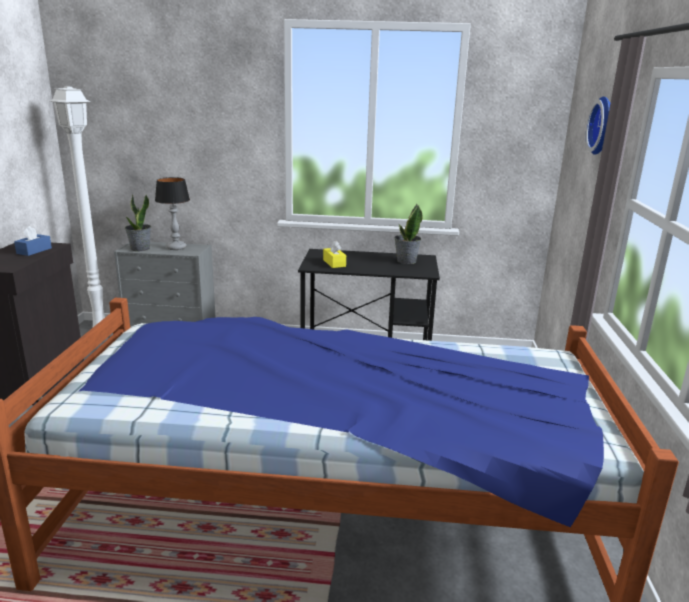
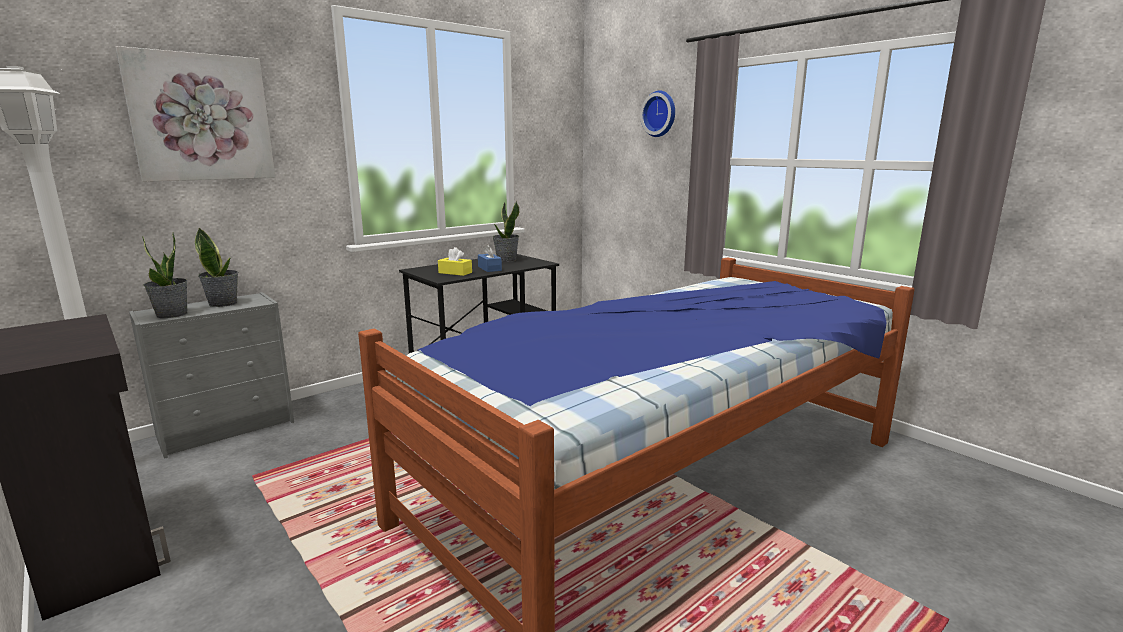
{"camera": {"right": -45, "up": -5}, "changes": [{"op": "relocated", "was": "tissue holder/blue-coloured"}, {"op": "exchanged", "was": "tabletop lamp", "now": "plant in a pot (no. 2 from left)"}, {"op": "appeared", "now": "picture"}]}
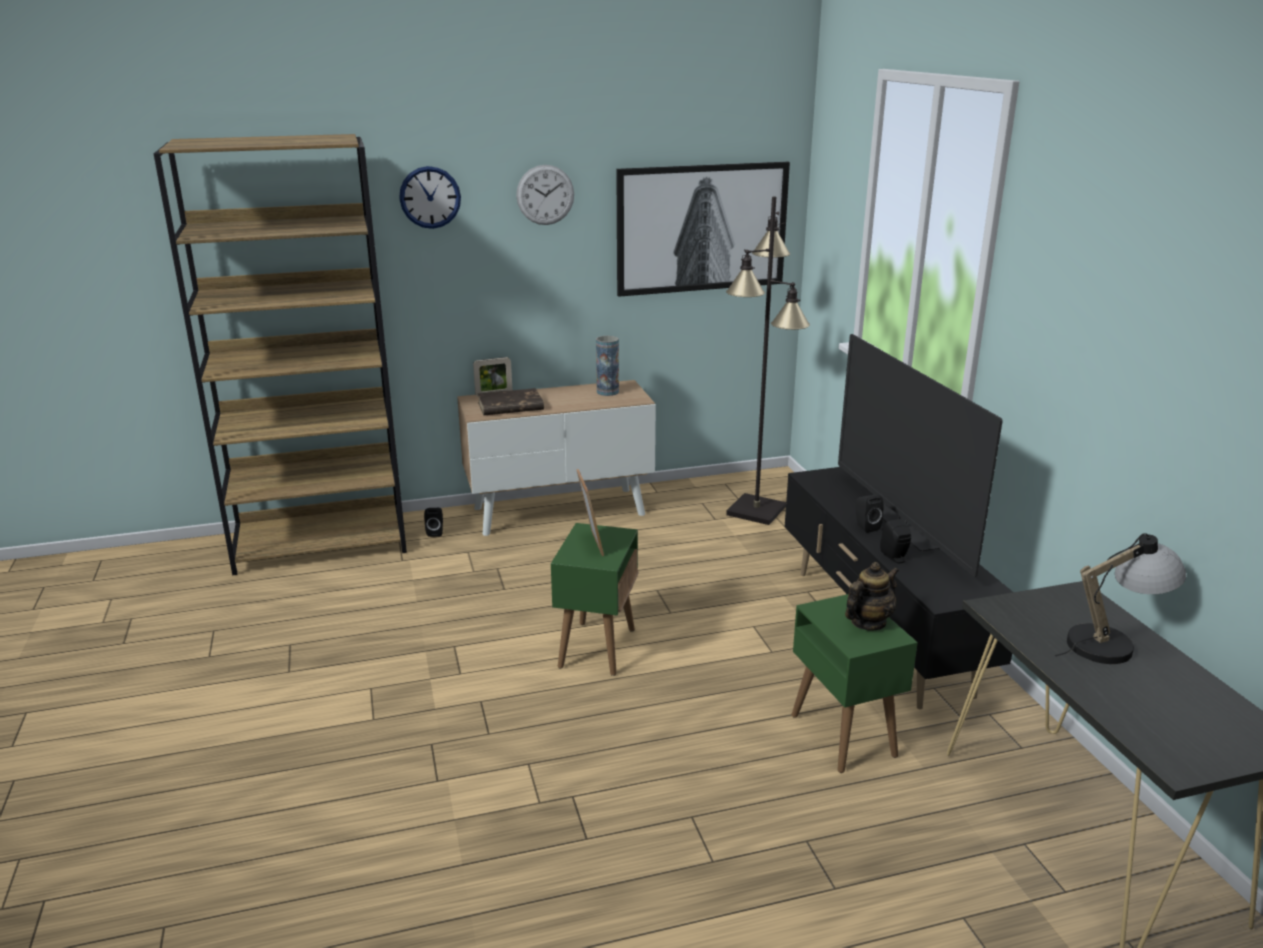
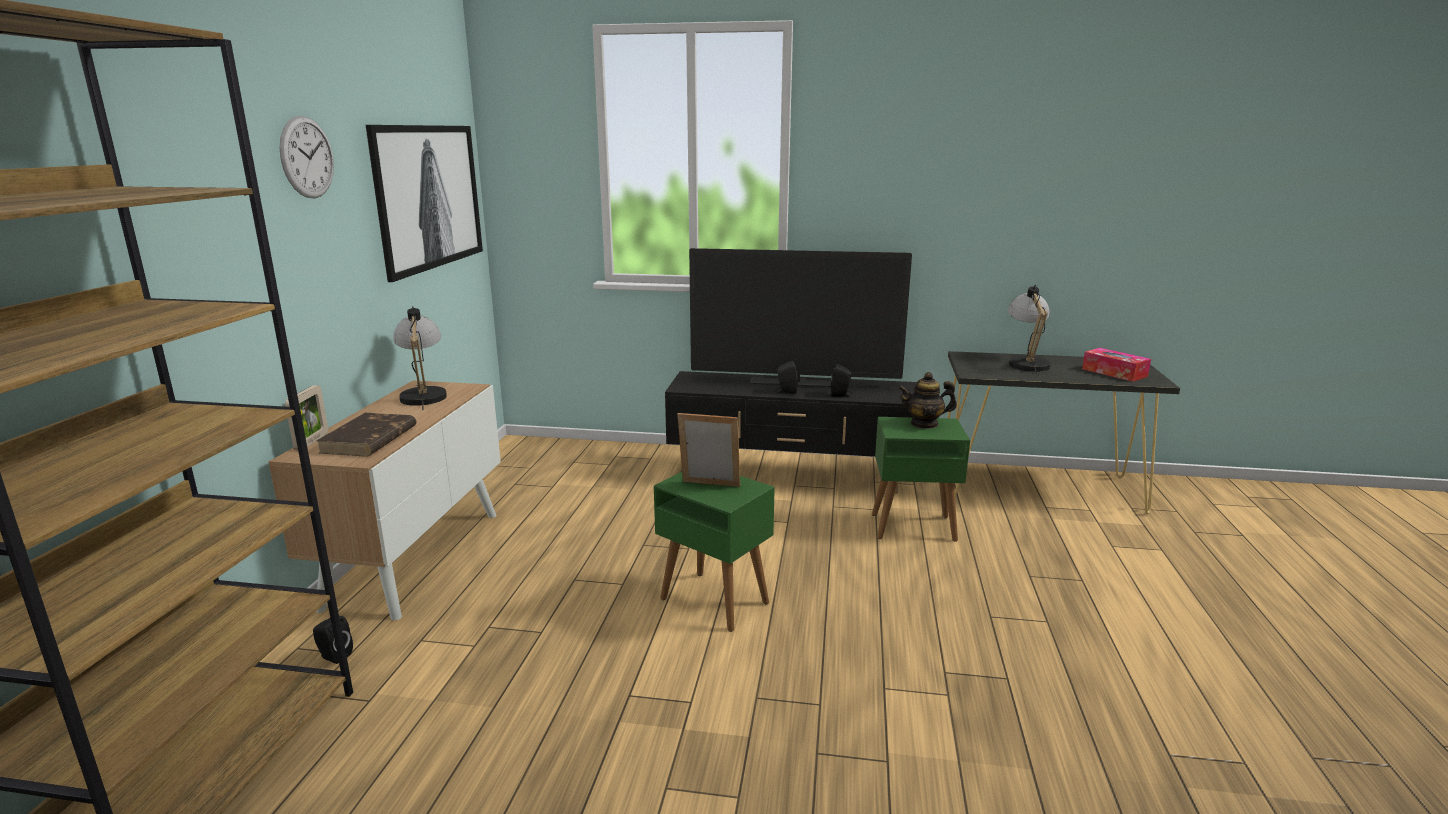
{"camera": {"right": -65, "up": -5}, "changes": [{"op": "missing", "was": "clock on the wall (no. 1 from left)"}, {"op": "exchanged", "was": "flower vase", "now": "tabletop lamp (no. 1 from left)"}, {"op": "missing", "was": "standing lamp/blackish"}, {"op": "spun", "was": "pot for tea", "clockwise": -75}, {"op": "appeared", "now": "tissue holder"}]}
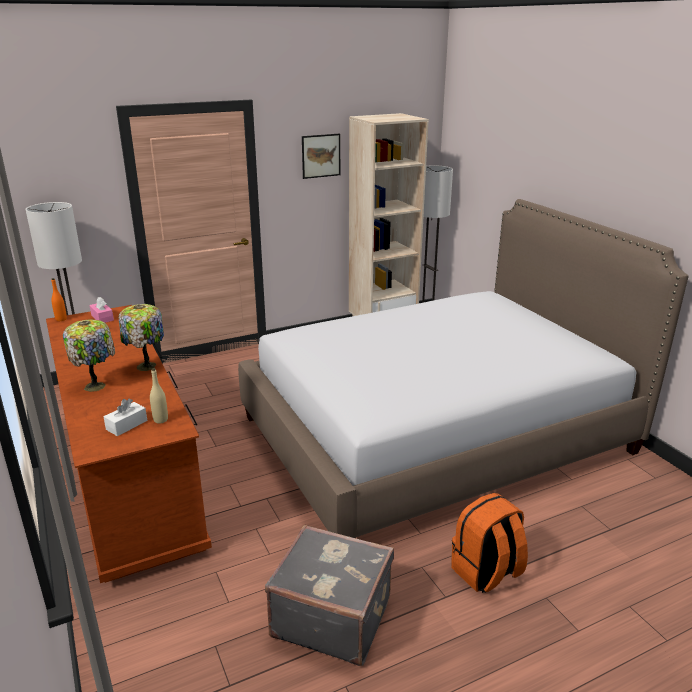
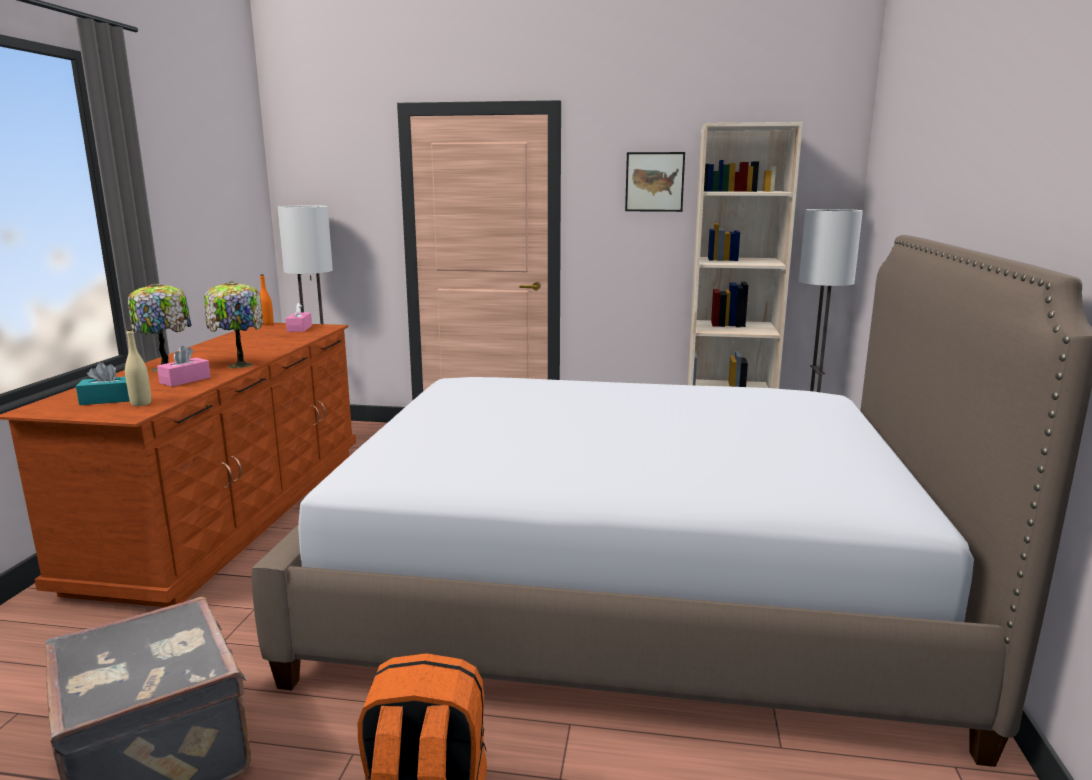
{"camera": {"right": 35, "up": -10}, "changes": [{"op": "colour", "was": "tissue holder/white", "now": "tissue holder/turquoise"}, {"op": "appeared", "now": "tissue holder/pink (no. 1 from left)"}]}
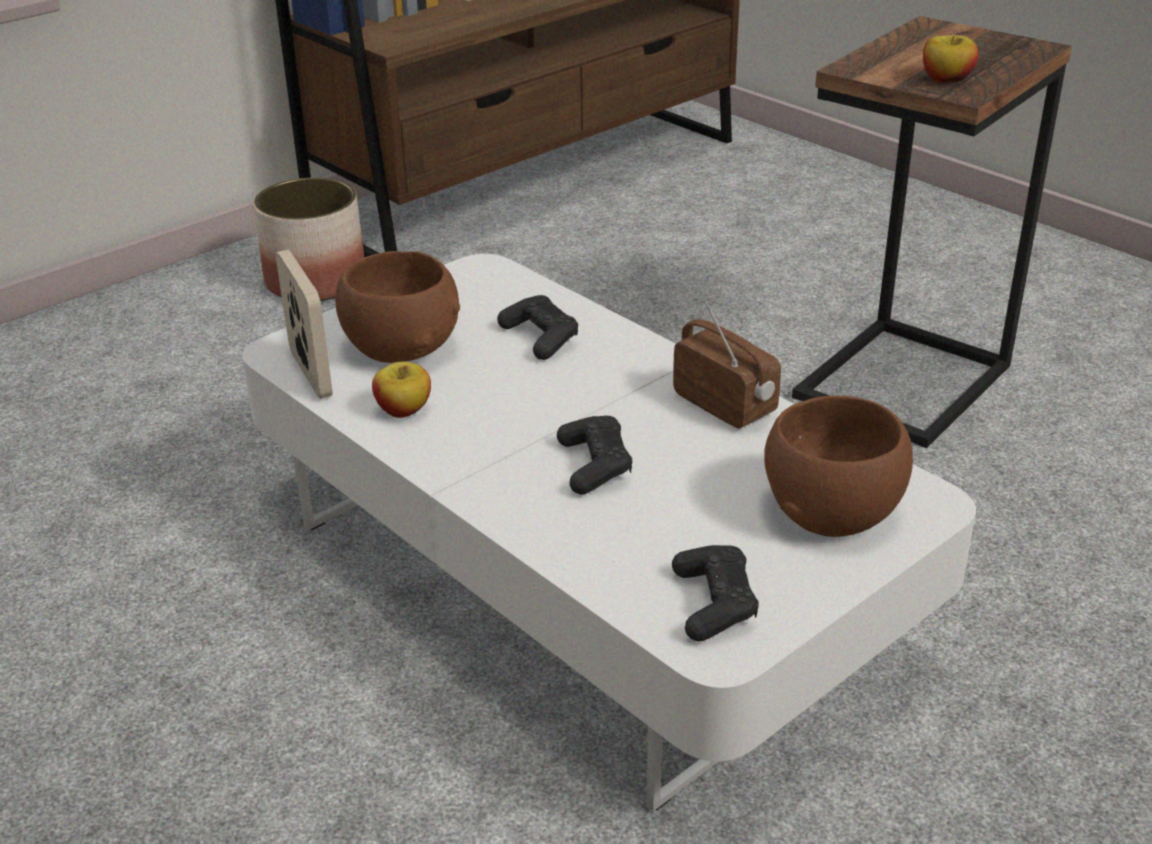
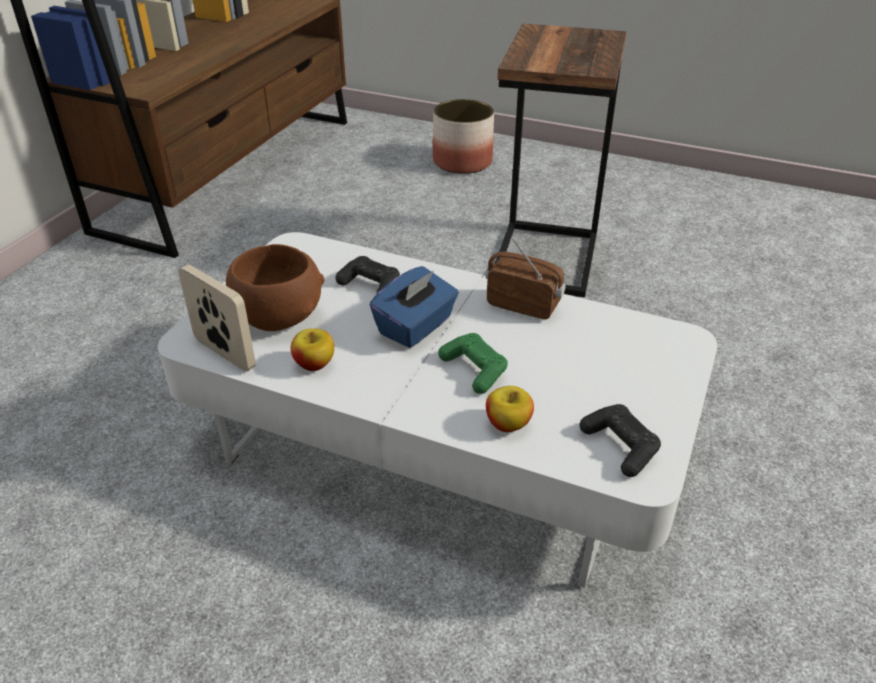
{"camera": {"right": -25, "up": 5}, "changes": [{"op": "relocated", "was": "planter"}, {"op": "colour", "was": "game controller/blackish (no. 2 from left)", "now": "game controller/green"}, {"op": "missing", "was": "bowl/brown-coloured (no. 2 from left)"}, {"op": "relocated", "was": "whole apple (no. 2 from left)"}, {"op": "appeared", "now": "tissue holder/blue-coloured"}]}
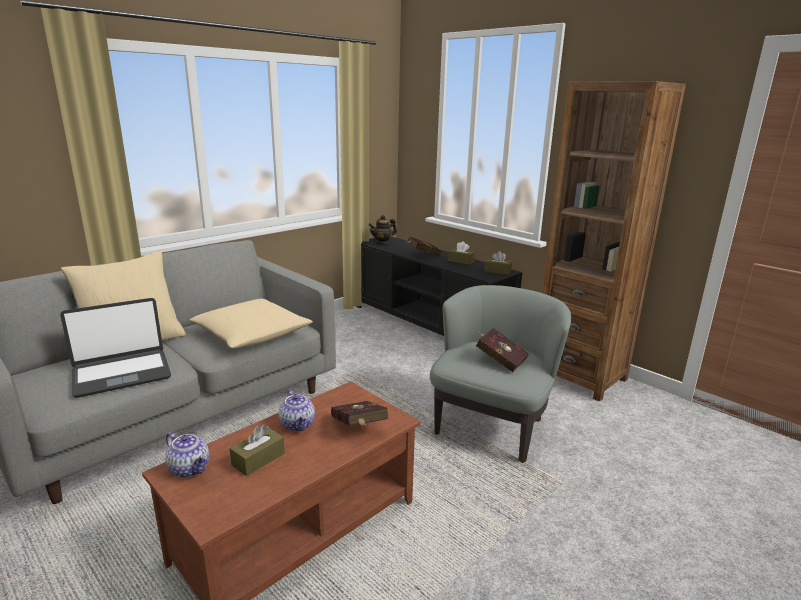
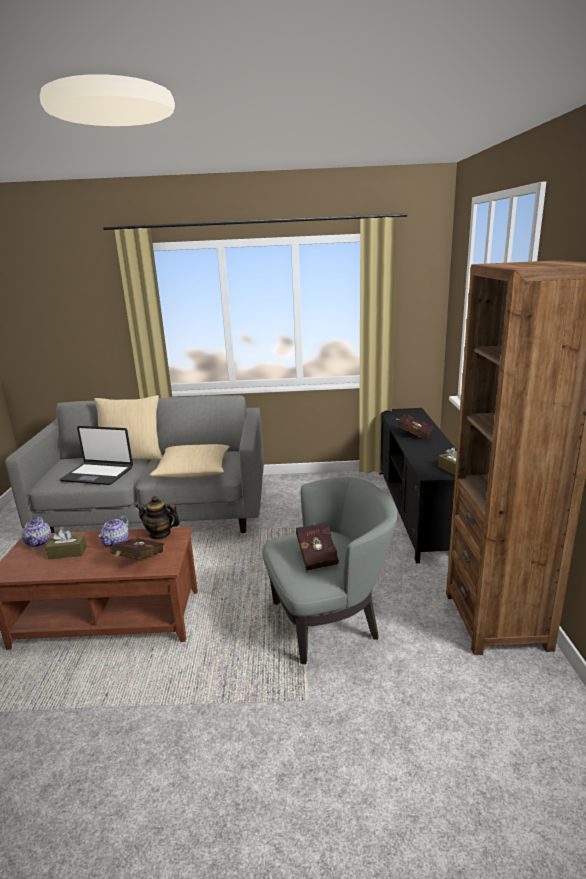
{"camera": {"right": 45, "up": 0}, "changes": [{"op": "relocated", "was": "pot for tea (no. 3 from left)"}, {"op": "missing", "was": "tissue holder/brown-coloured (no. 2 from left)"}]}
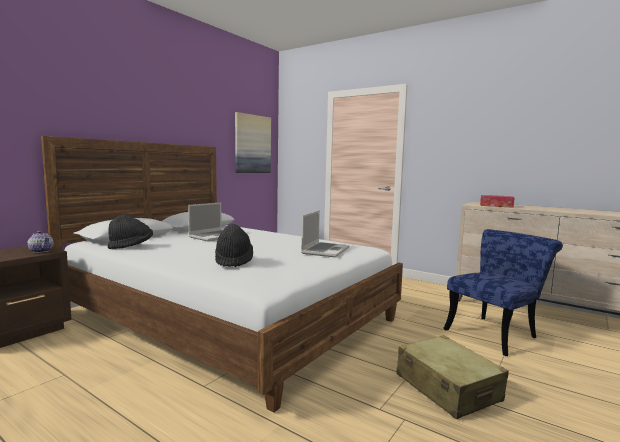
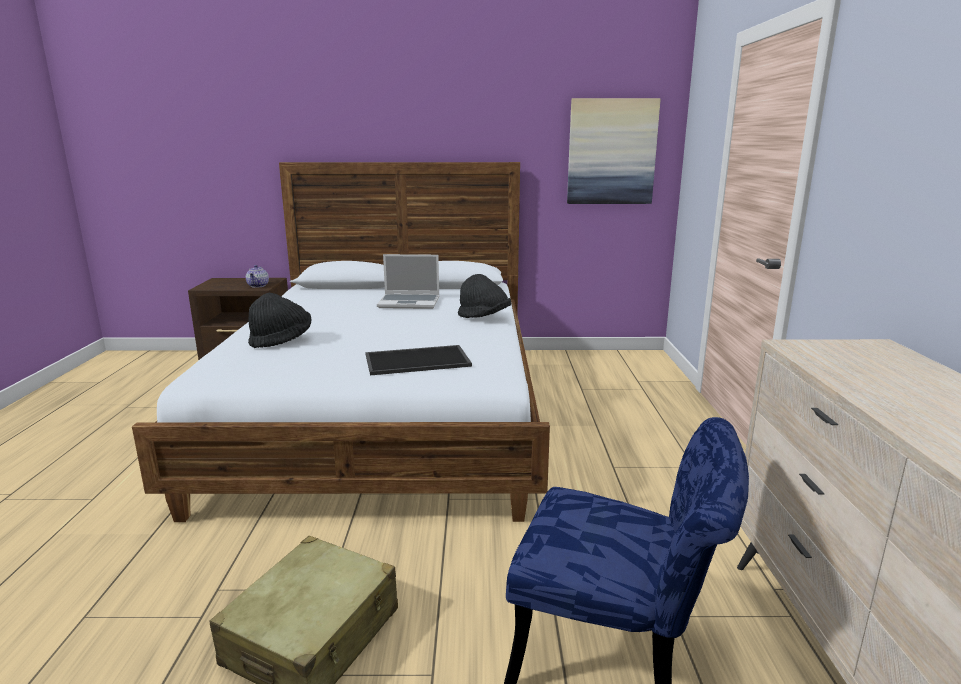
{"camera": {"right": 55, "up": 10}, "changes": [{"op": "relocated", "was": "wearable hat/blackish (no. 1 from left in the first image)", "now": "wearable hat/blackish (no. 2 from left)"}, {"op": "exchanged", "was": "notebook computer (no. 2 from left)", "now": "carrying tray"}, {"op": "missing", "was": "tissue holder"}]}
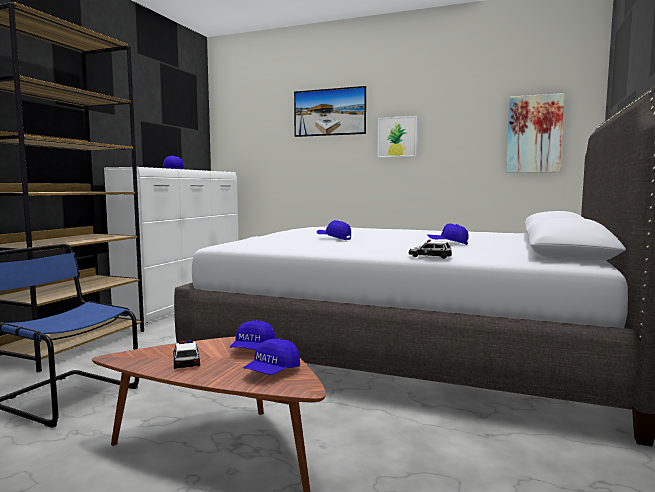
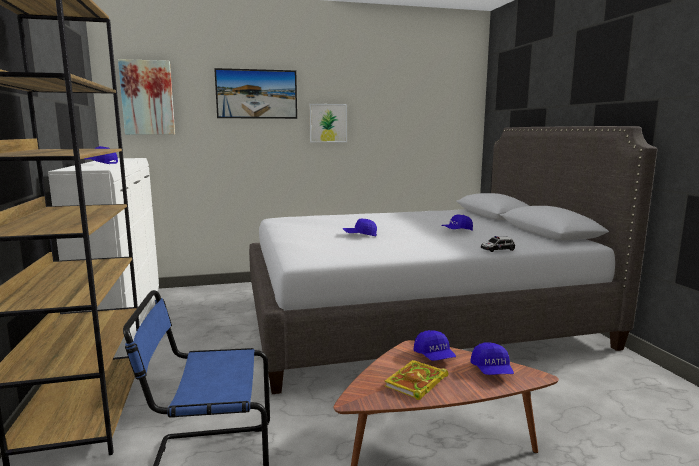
{"camera": {"right": -35, "up": 5}, "changes": [{"op": "exchanged", "was": "toy car (no. 1 from left)", "now": "volume"}, {"op": "relocated", "was": "picture (no. 3 from left in the first image)", "now": "picture (no. 1 from left)"}]}
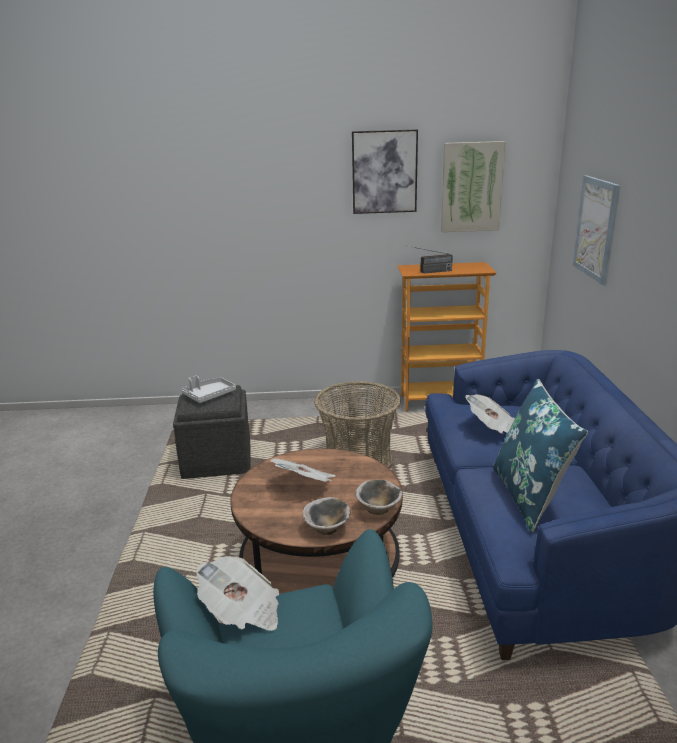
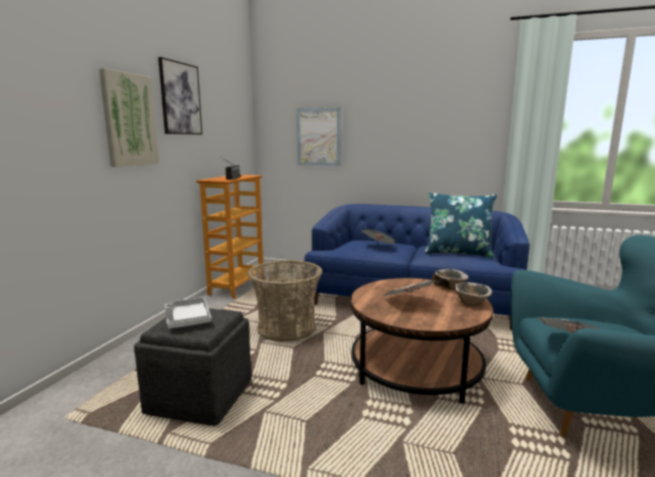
{"camera": {"right": -70, "up": -10}, "changes": [{"op": "relocated", "was": "picture (no. 2 from left in the first image)", "now": "picture (no. 1 from left)"}]}
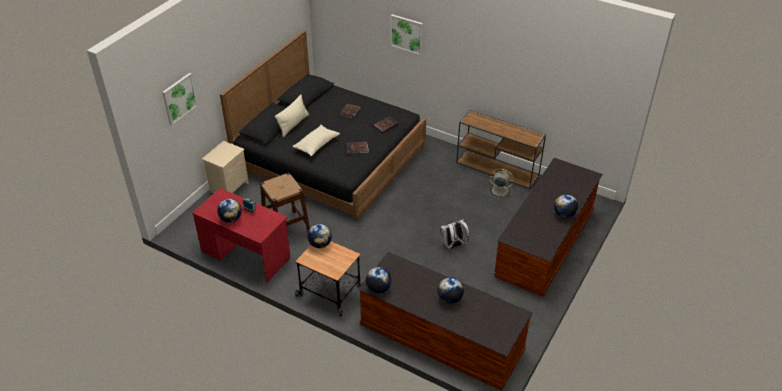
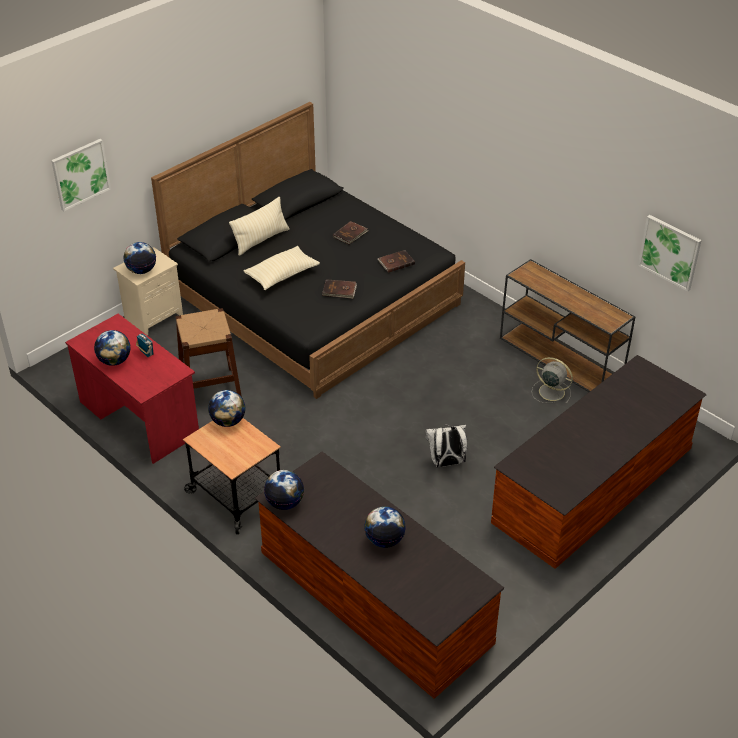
{"camera": {"right": 15, "up": 0}, "changes": [{"op": "relocated", "was": "picture (no. 2 from left)"}, {"op": "relocated", "was": "world globe (no. 5 from left in the first image)", "now": "world globe (no. 2 from left)"}]}
